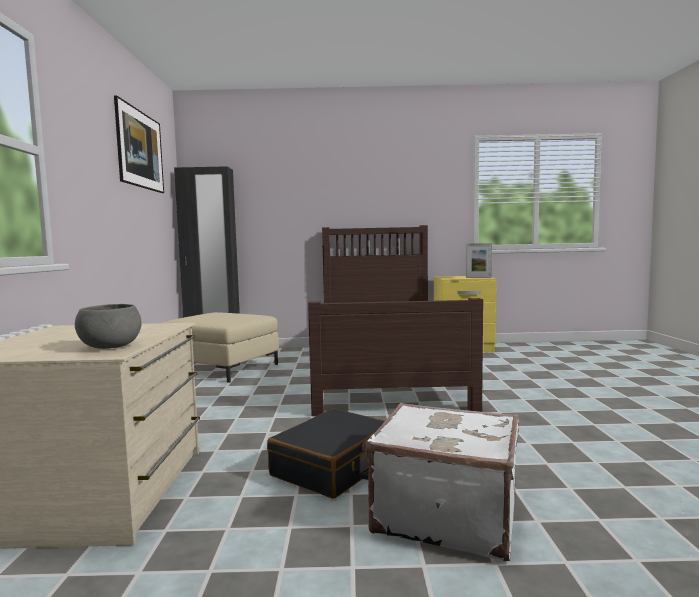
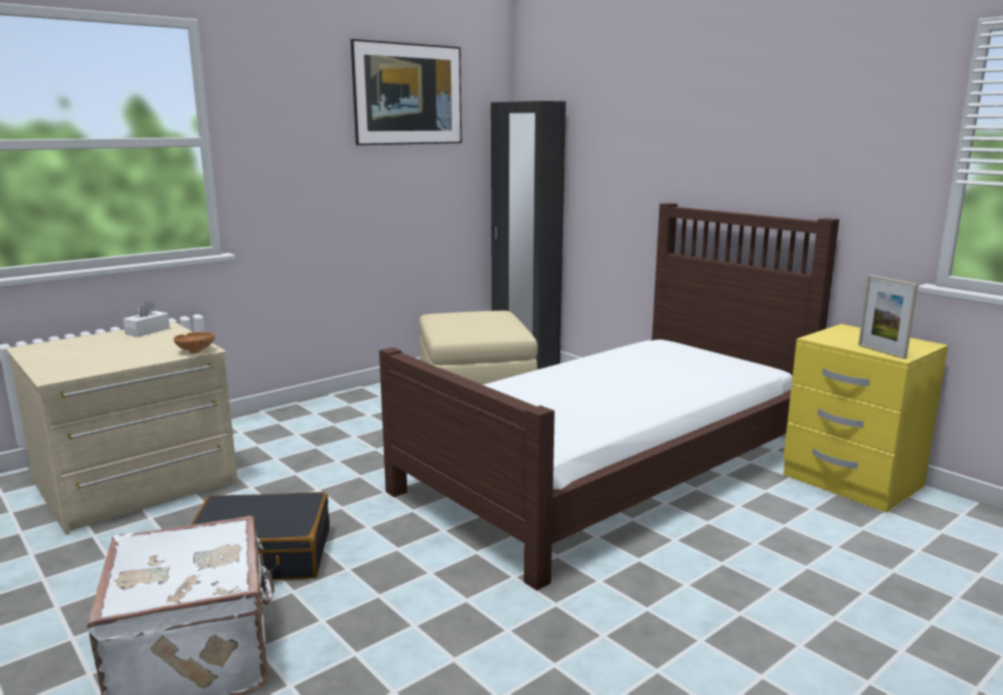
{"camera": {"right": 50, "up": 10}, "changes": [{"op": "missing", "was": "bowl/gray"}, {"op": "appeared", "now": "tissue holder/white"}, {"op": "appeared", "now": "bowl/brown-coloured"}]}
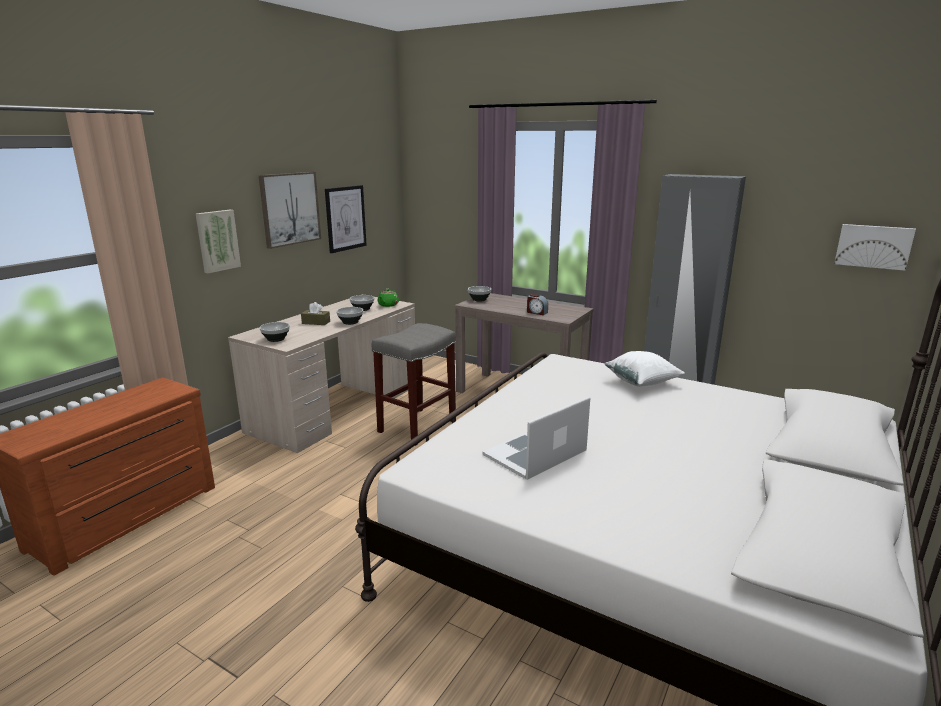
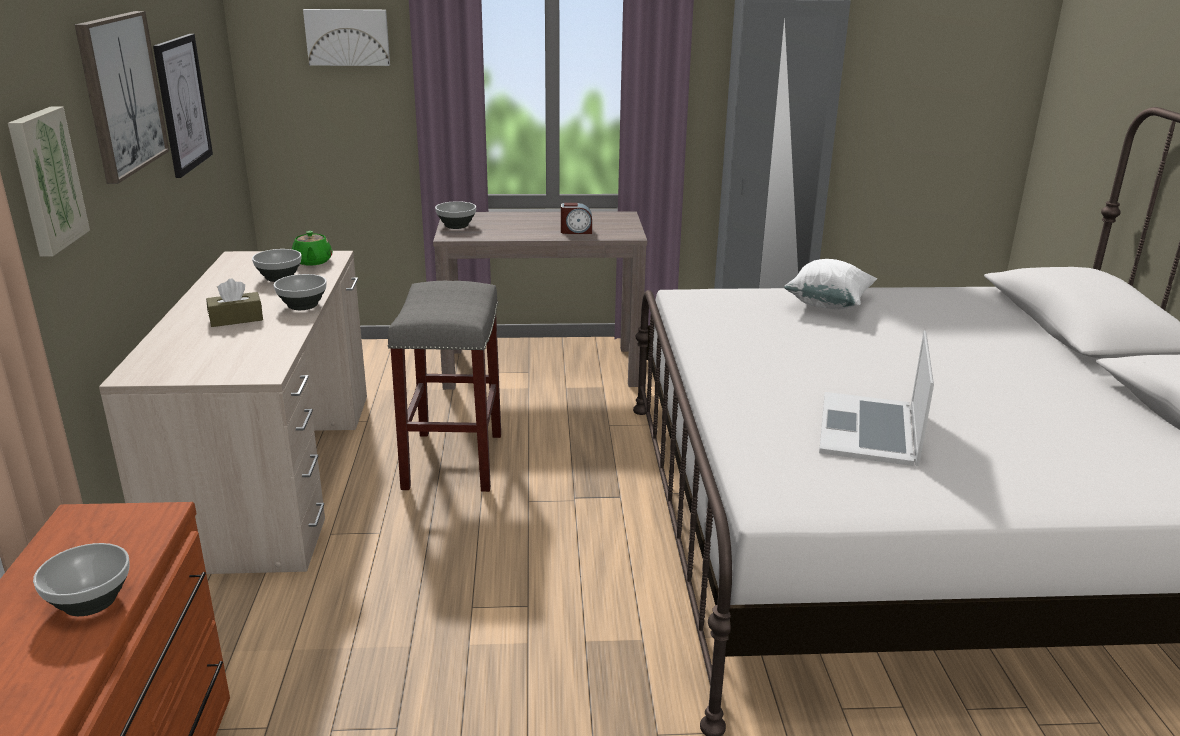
{"camera": {"right": -35, "up": 5}, "changes": [{"op": "relocated", "was": "bowl (no. 1 from left)"}, {"op": "relocated", "was": "picture (no. 4 from left)"}]}
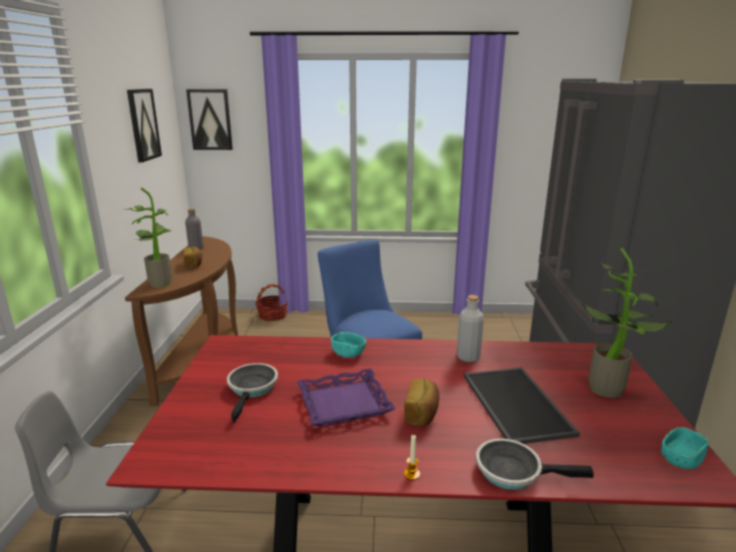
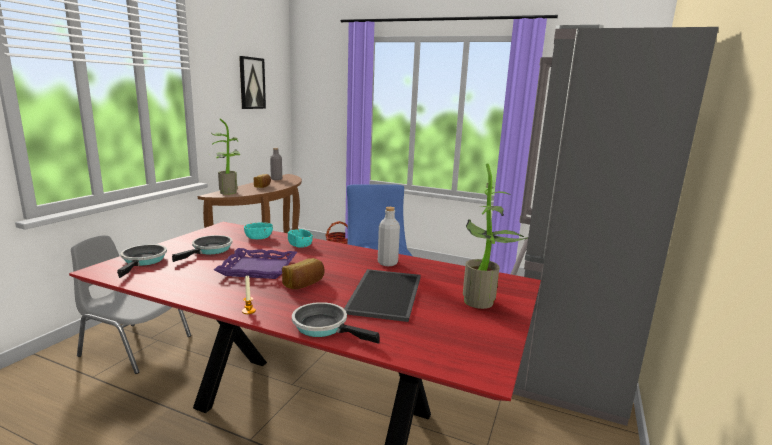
{"camera": {"right": 20, "up": -5}, "changes": [{"op": "missing", "was": "picture (no. 2 from left)"}, {"op": "relocated", "was": "bowl/turquoise (no. 2 from left in the first image)", "now": "bowl/turquoise (no. 1 from left)"}, {"op": "appeared", "now": "skillet (no. 1 from left)"}]}
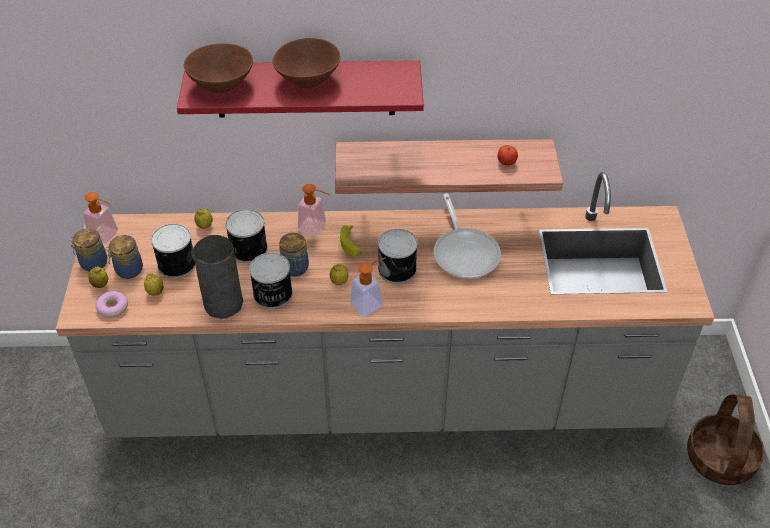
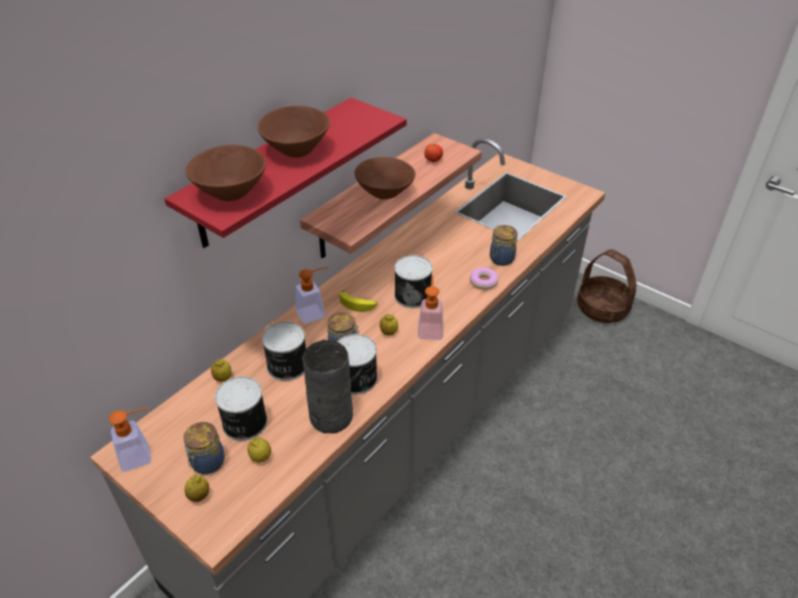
{"camera": {"right": -50, "up": -5}, "changes": [{"op": "relocated", "was": "jar (no. 1 from left in the first image)", "now": "jar (no. 3 from left)"}, {"op": "relocated", "was": "doughnut"}, {"op": "missing", "was": "skillet"}, {"op": "appeared", "now": "bowl/brown-coloured (no. 3 from left)"}]}
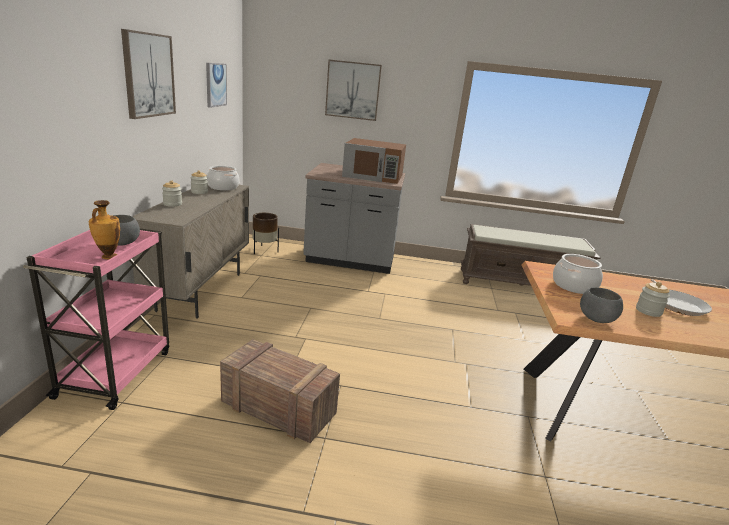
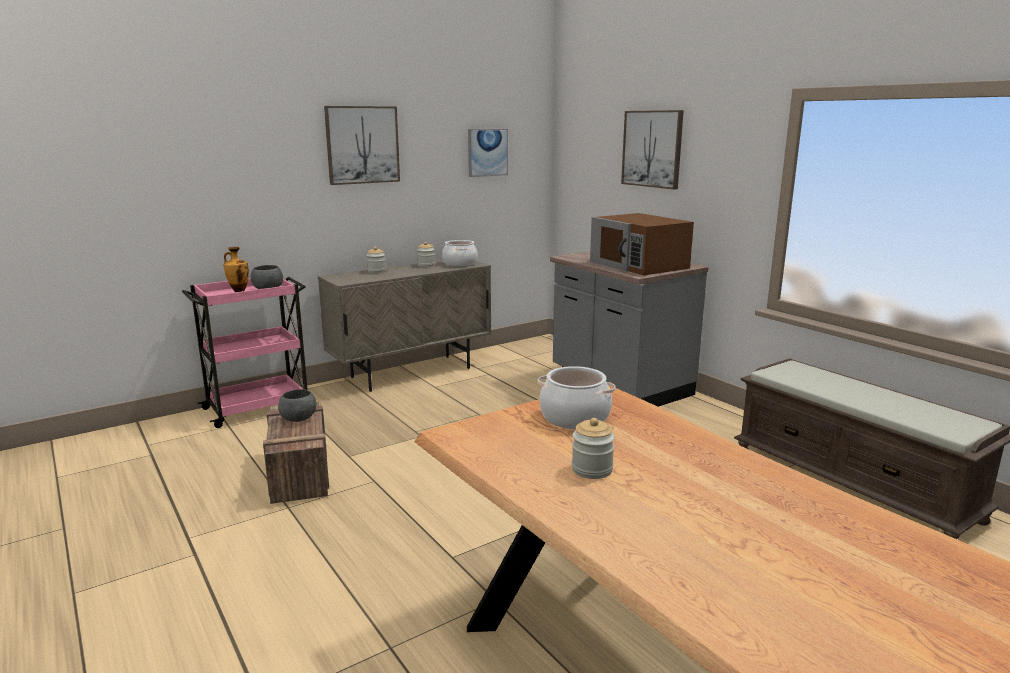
{"camera": {"right": 50, "up": -5}, "changes": [{"op": "missing", "was": "planter/brown-coloured"}, {"op": "relocated", "was": "bowl/gray (no. 2 from left)"}, {"op": "missing", "was": "skillet"}]}
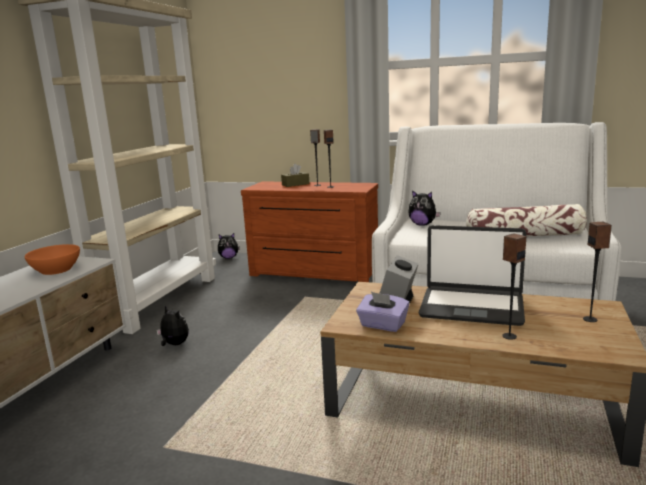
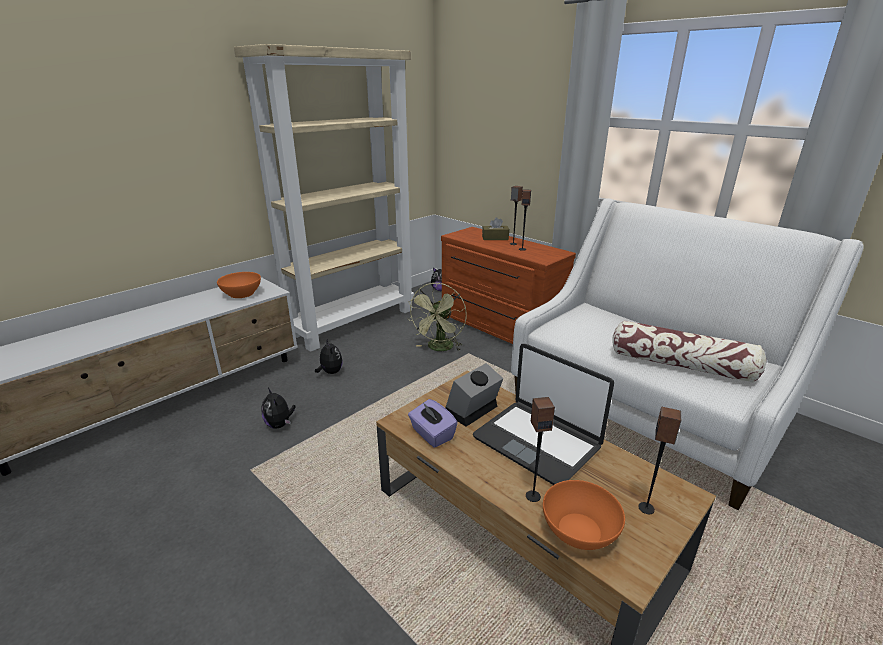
{"camera": {"right": 25, "up": 10}, "changes": [{"op": "relocated", "was": "soft toy (no. 3 from left in the first image)", "now": "soft toy (no. 1 from left)"}, {"op": "appeared", "now": "fan/green"}, {"op": "appeared", "now": "bowl/orange-coloured (no. 2 from left)"}]}
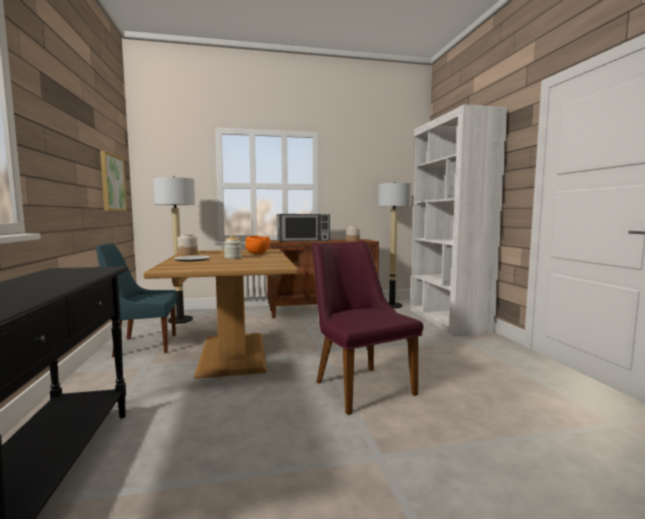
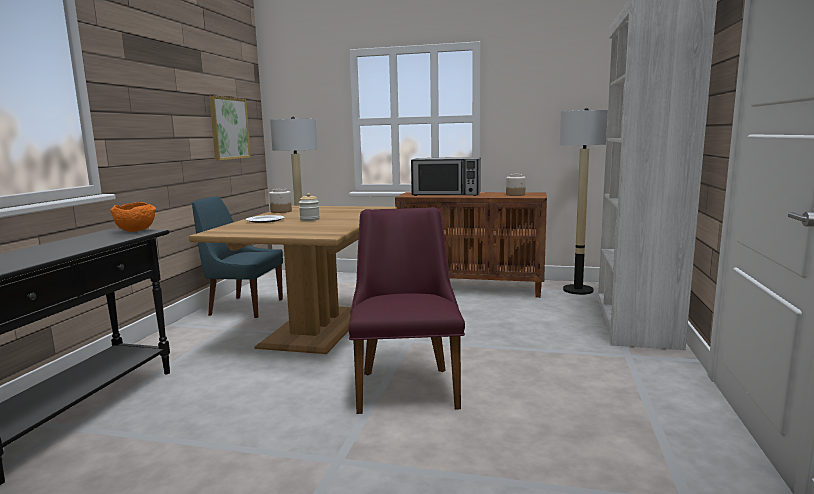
{"camera": {"right": 25, "up": 5}, "changes": [{"op": "relocated", "was": "bowl/orange-coloured"}]}
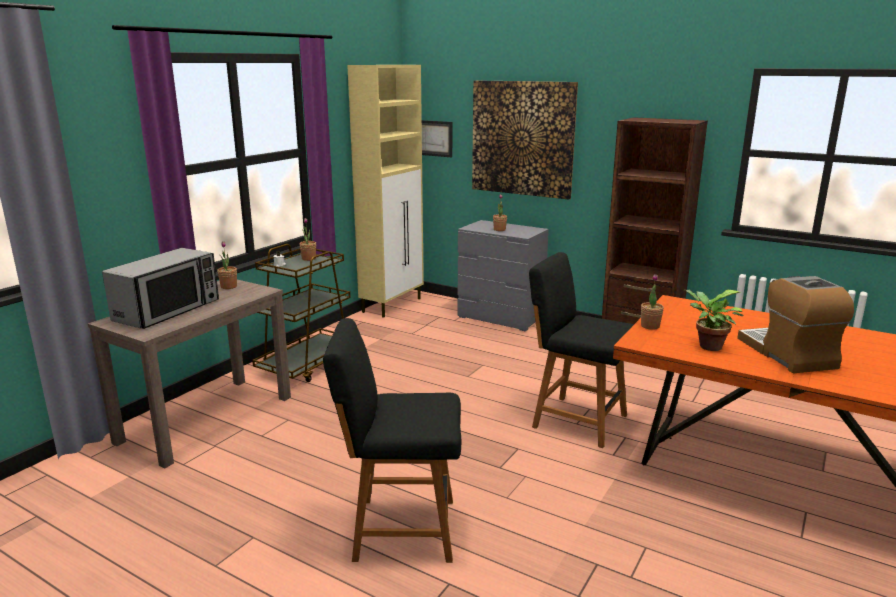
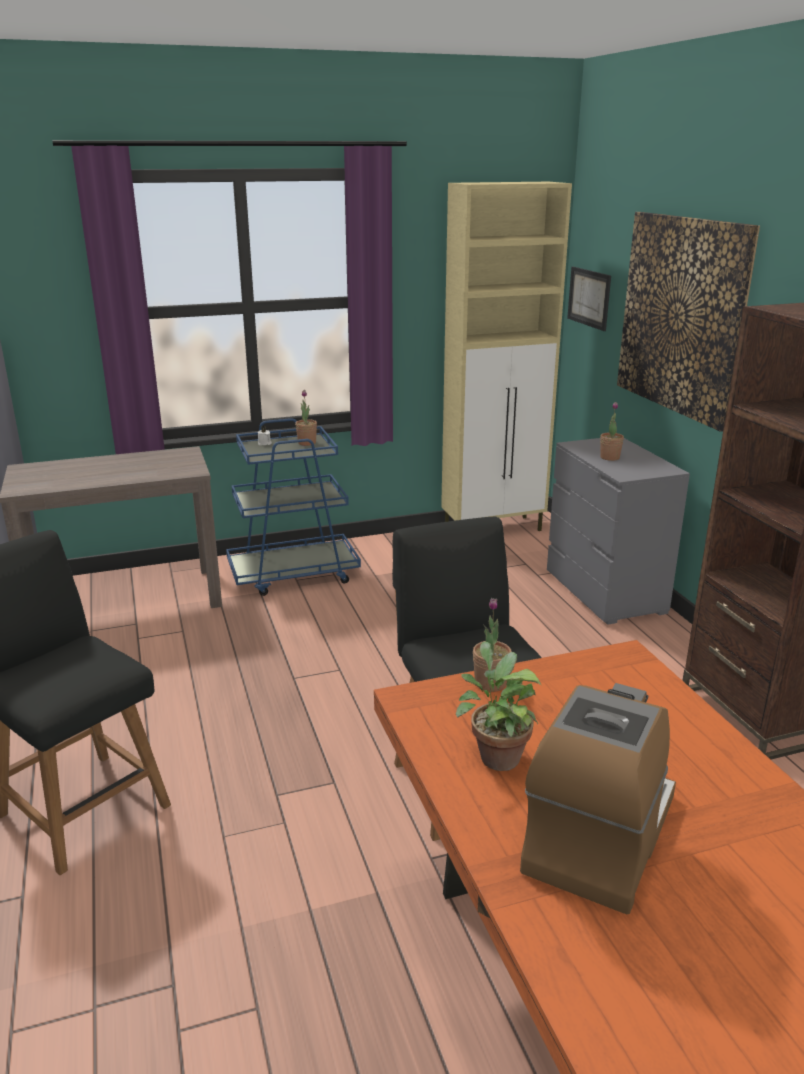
{"camera": {"right": 40, "up": 5}, "changes": [{"op": "missing", "was": "microwave"}, {"op": "missing", "was": "plant in a pot (no. 1 from left)"}, {"op": "colour", "was": "wheeled cart/brown-coloured", "now": "wheeled cart/blue-coloured"}]}
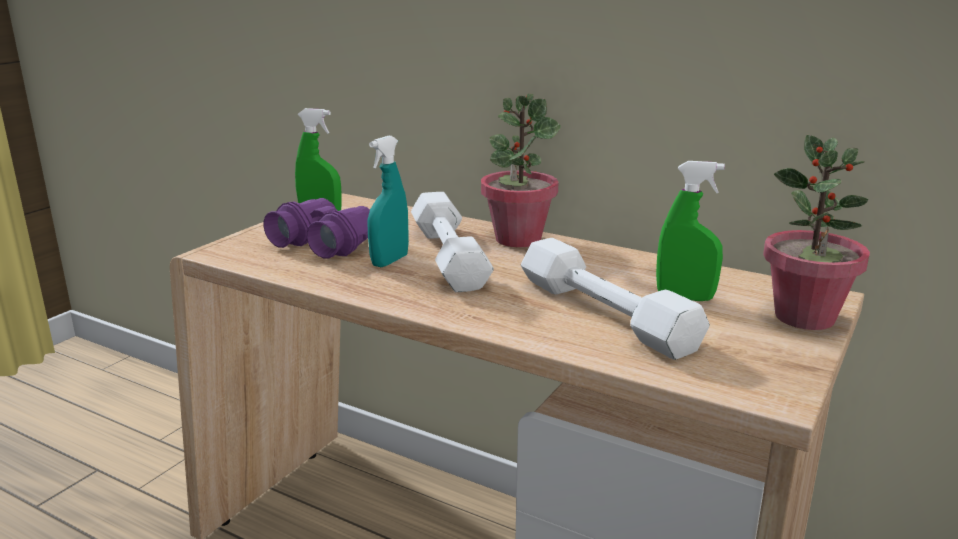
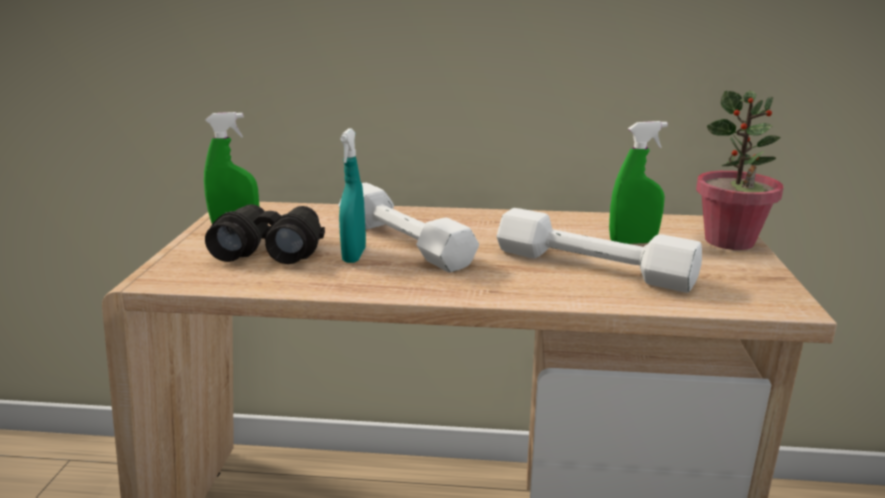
{"camera": {"right": -25, "up": 0}, "changes": [{"op": "colour", "was": "field glasses/purple", "now": "field glasses/blackish"}, {"op": "missing", "was": "plant in a pot (no. 1 from left)"}]}
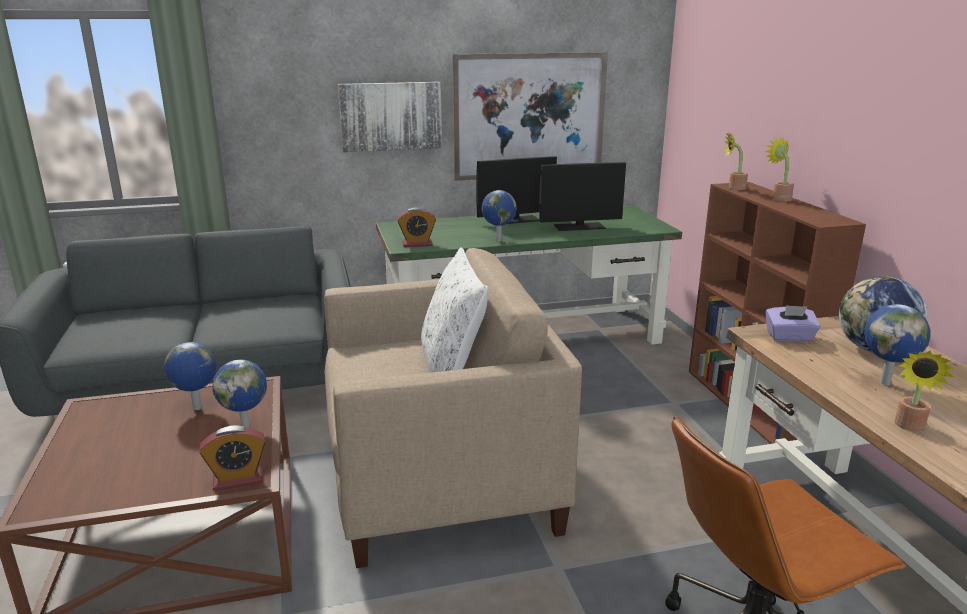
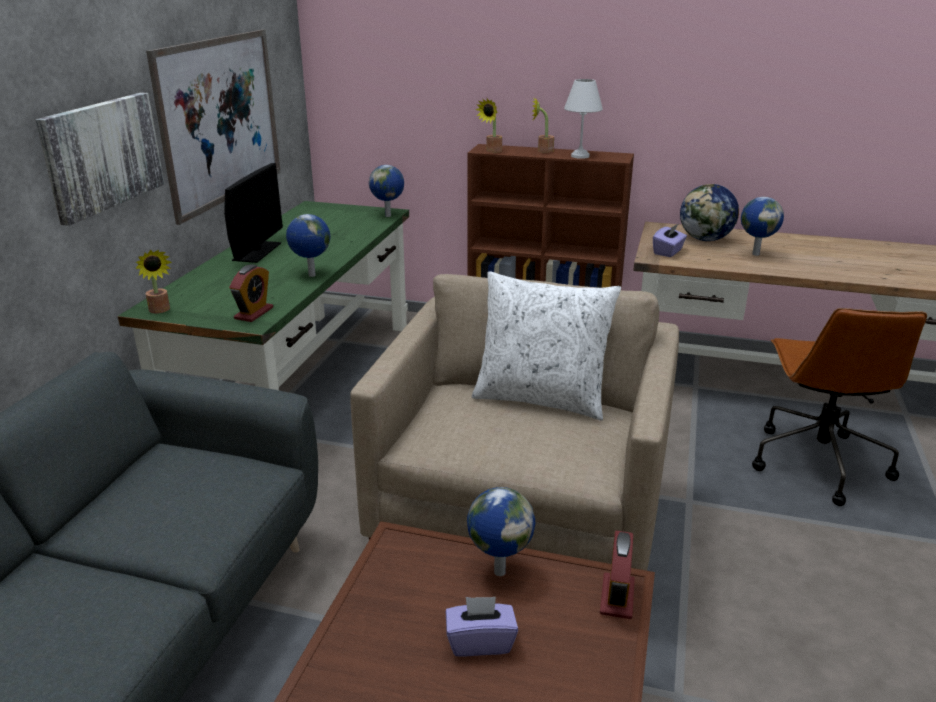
{"camera": {"right": -60, "up": 5}, "changes": [{"op": "relocated", "was": "world globe (no. 1 from left in the first image)", "now": "world globe (no. 2 from left)"}, {"op": "missing", "was": "computer display (no. 2 from left)"}, {"op": "relocated", "was": "plant in a pot (no. 3 from left in the first image)", "now": "plant in a pot (no. 1 from left)"}, {"op": "appeared", "now": "tissue holder/purple (no. 1 from left)"}, {"op": "appeared", "now": "tabletop lamp/white"}]}
